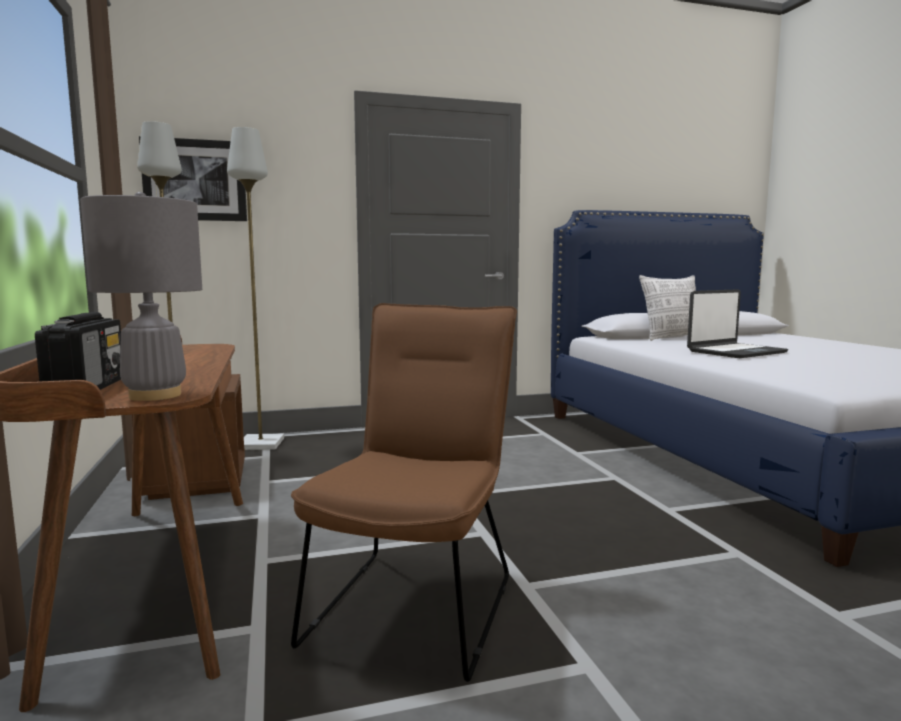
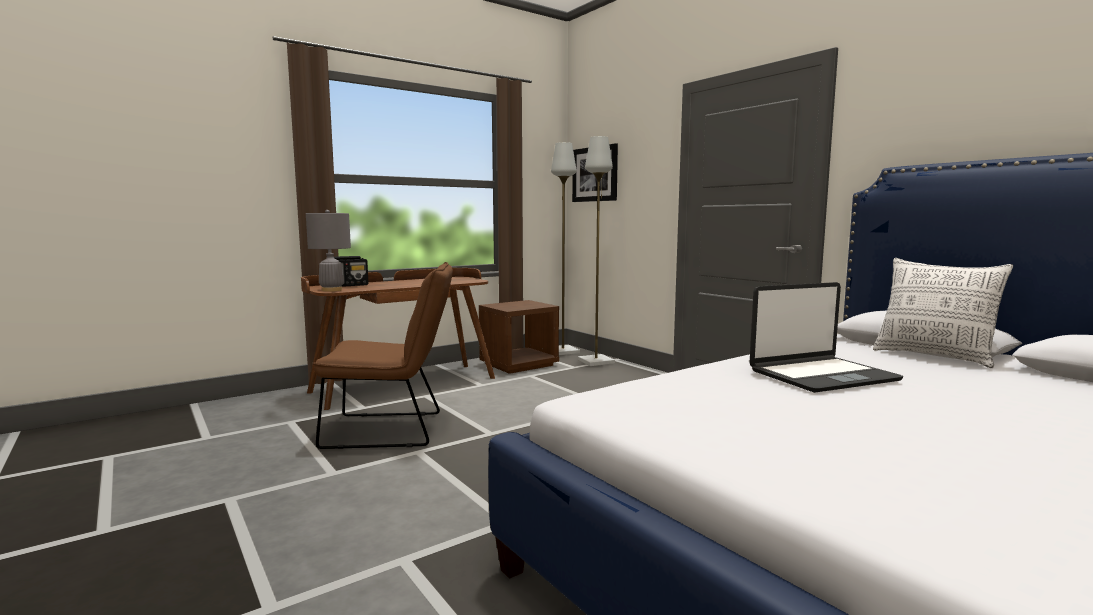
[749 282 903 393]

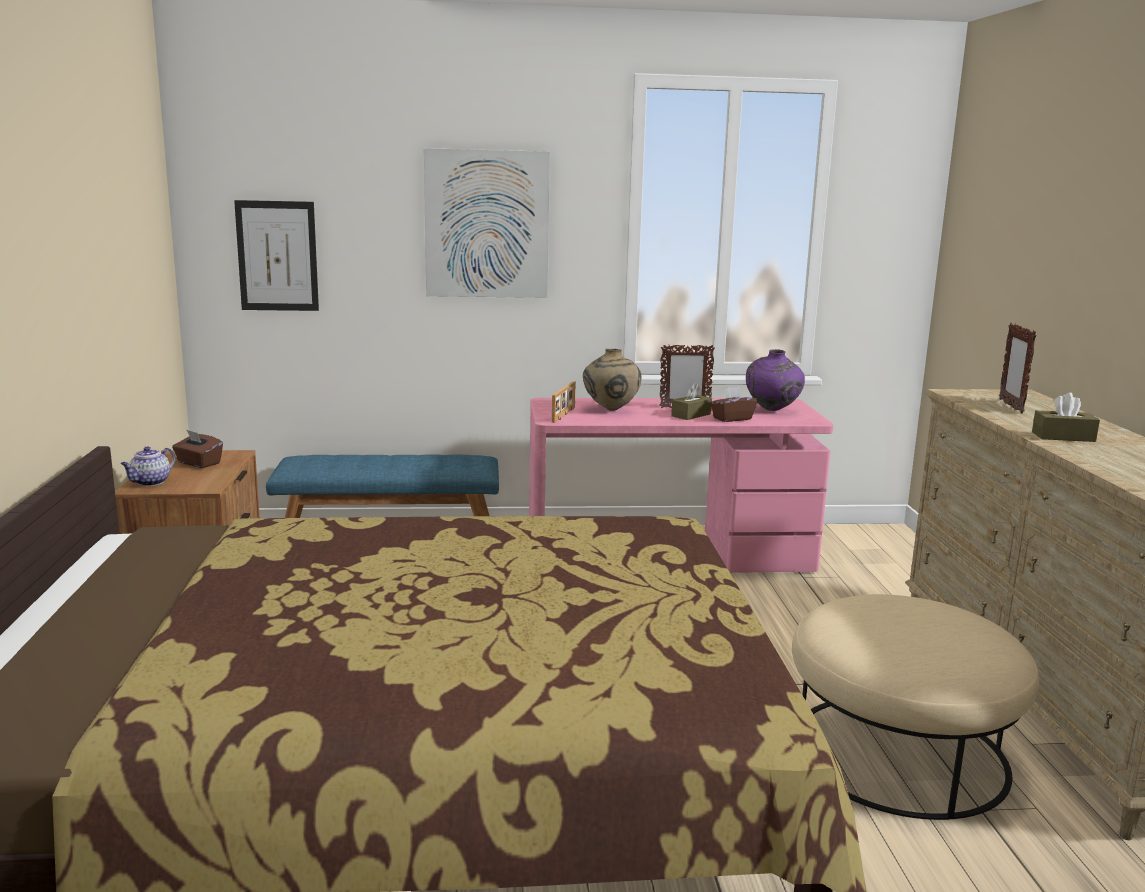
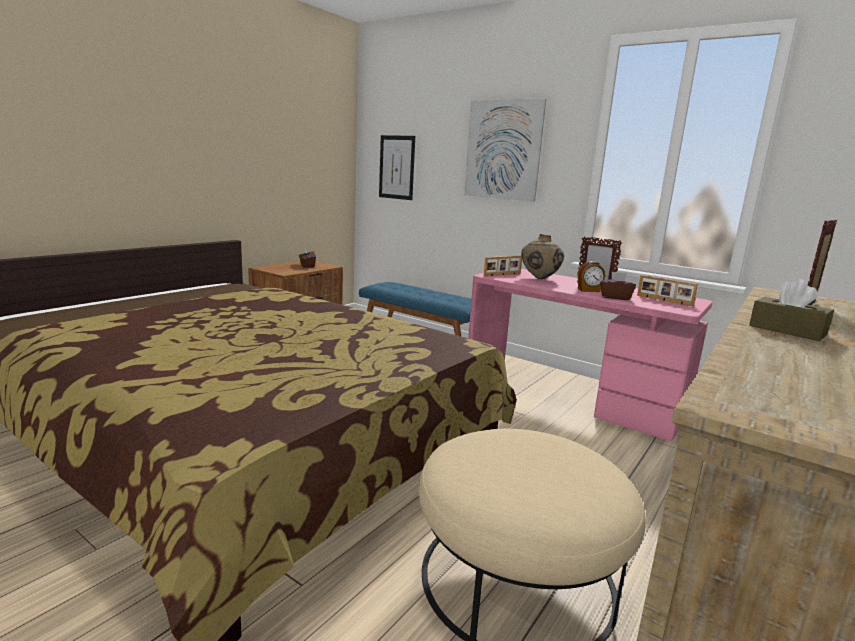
[121 447 176 486] (first image)
[578 261 605 292]
[637 275 698 306]

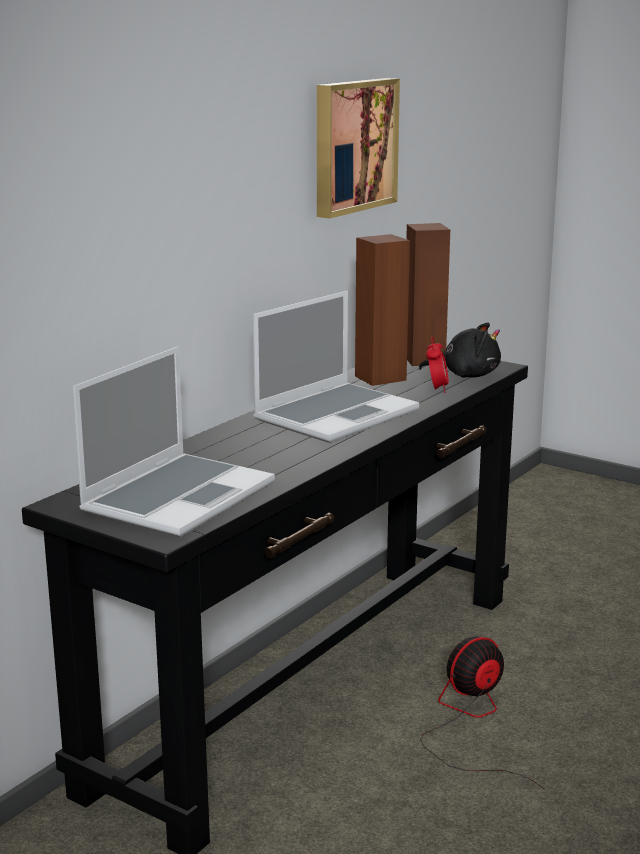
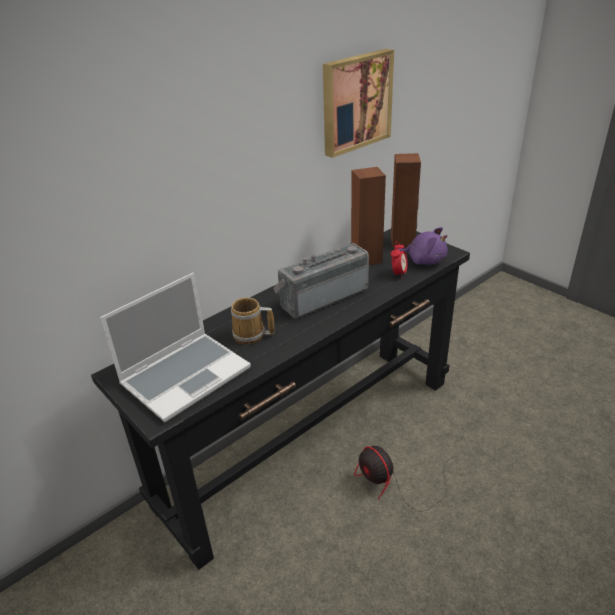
[273 243 369 319]
[398 227 448 265]
[354 446 454 512]
[231 298 274 345]

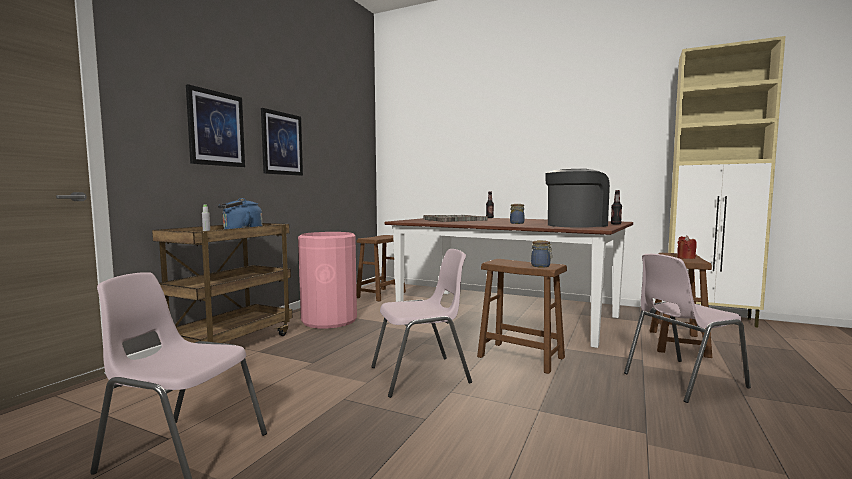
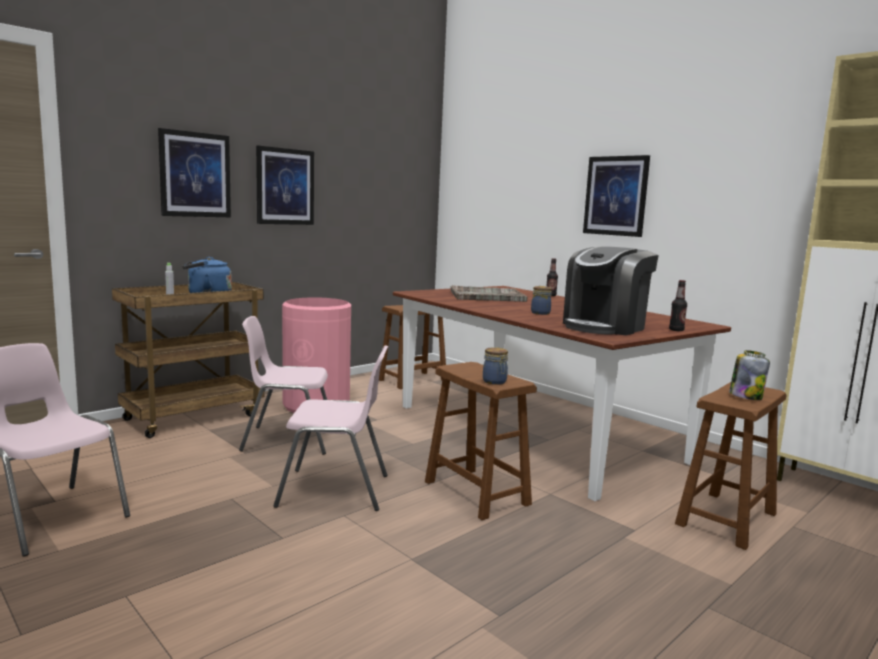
[563 246 659 335]
[239 316 328 455]
[729 350 770 400]
[583 155 650 237]

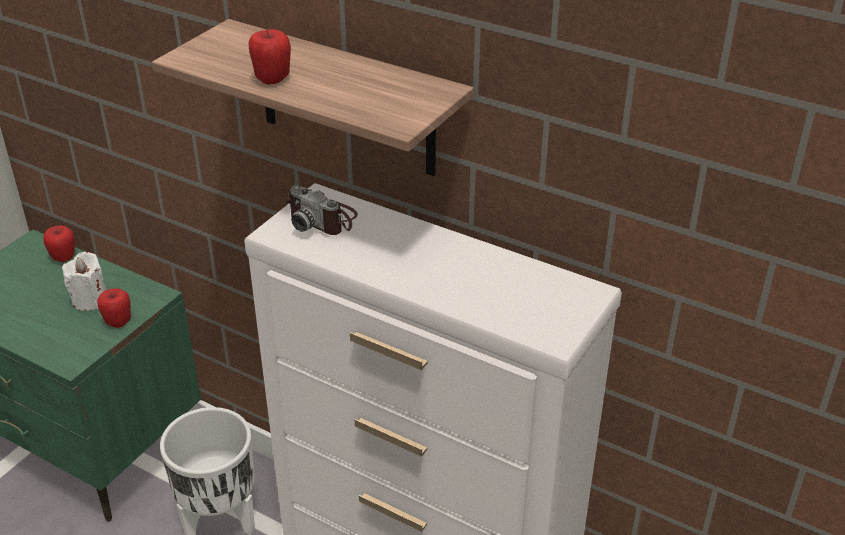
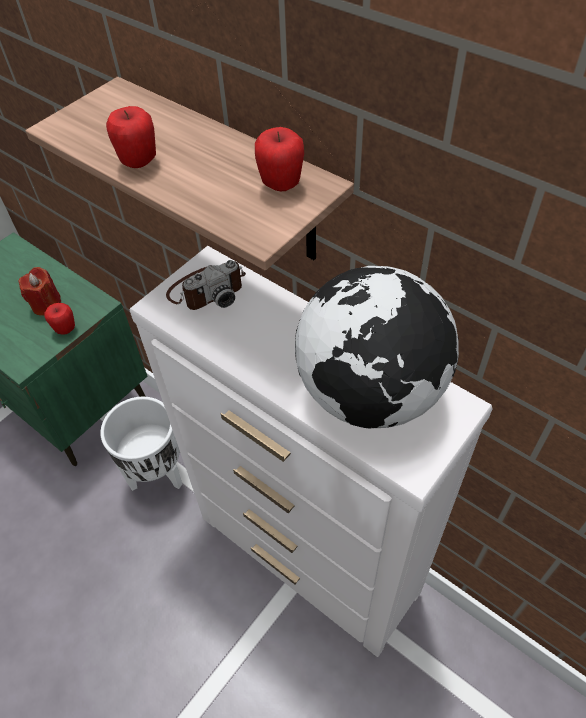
[255 127 304 191]
[18 267 61 316]
[166 260 246 310]
[295 266 459 428]

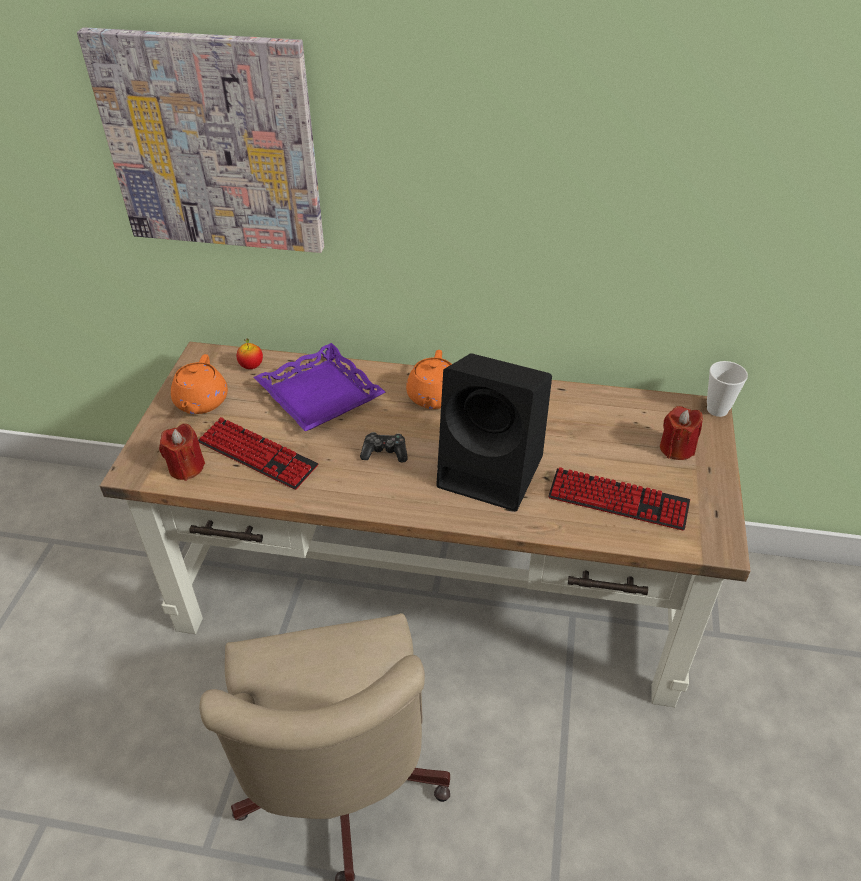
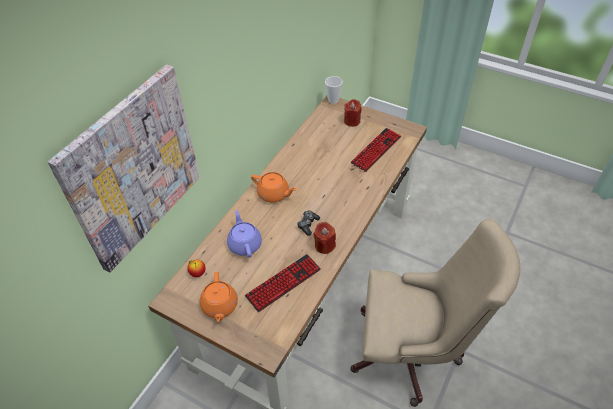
[314 222 336 254]
[200 272 238 322]
[227 210 262 258]
[436 353 552 511] (first image)

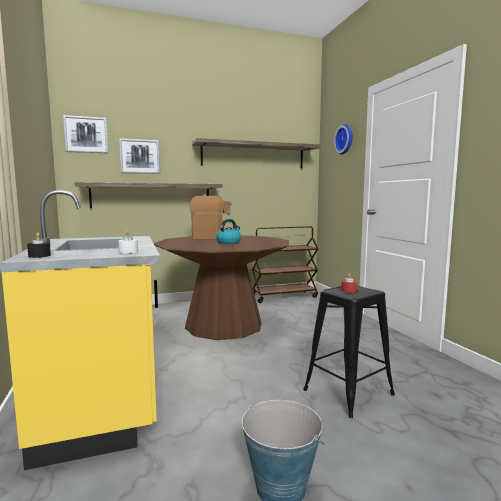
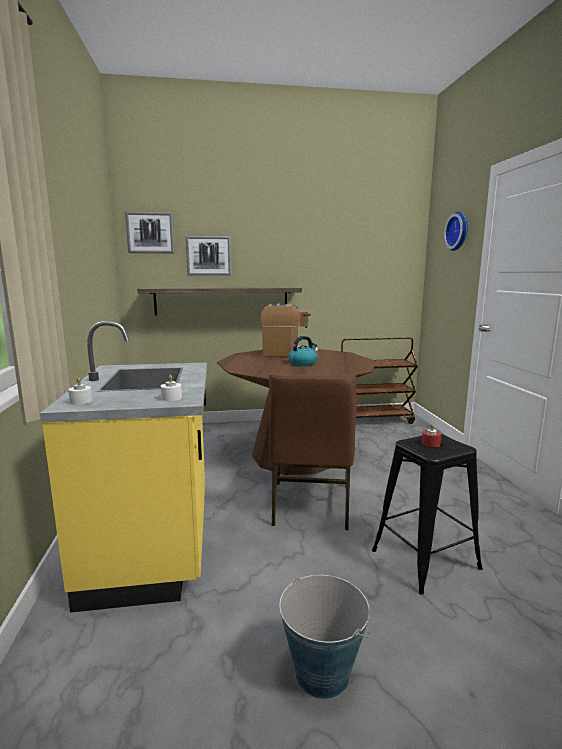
[68 377 92 405]
[192 138 320 168] (first image)
[269 374 357 530]

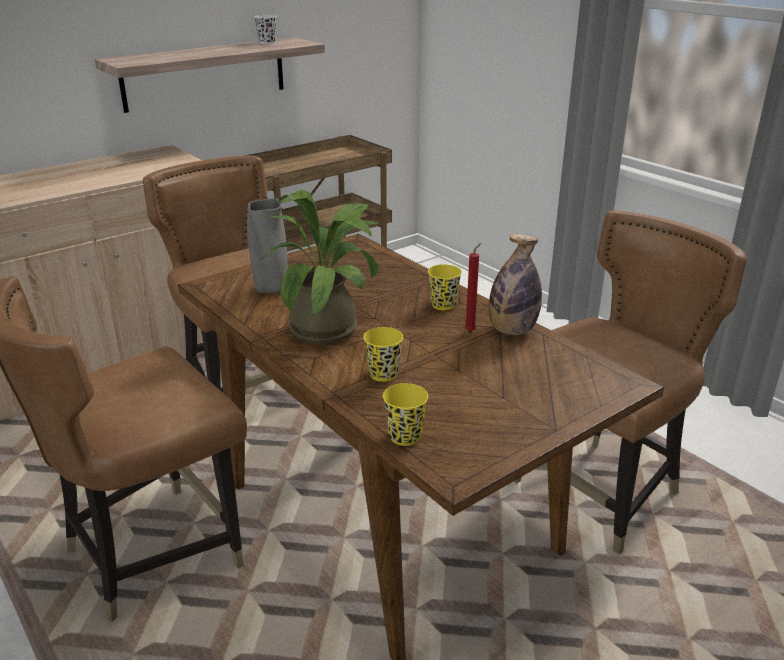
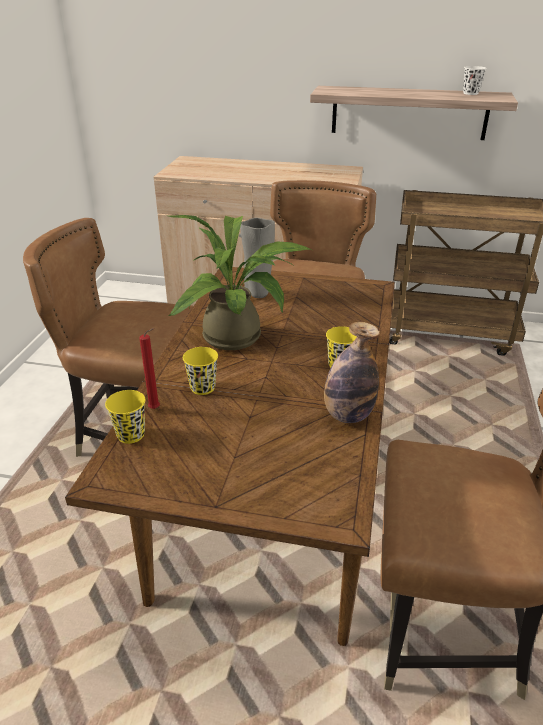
[139 328 160 409]

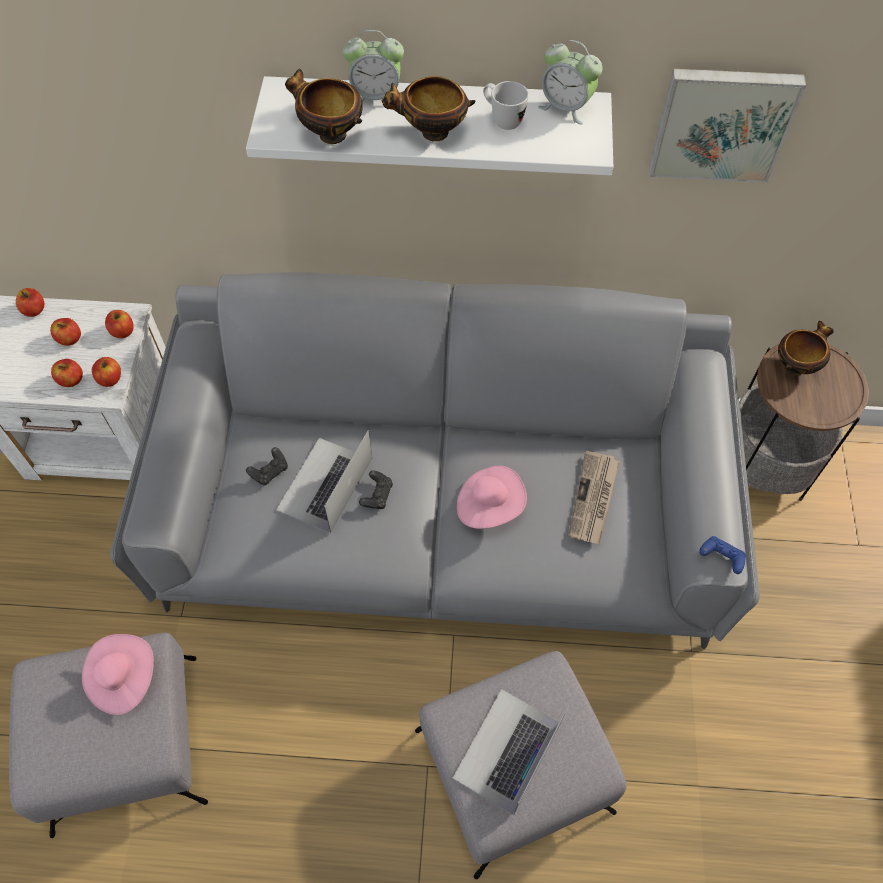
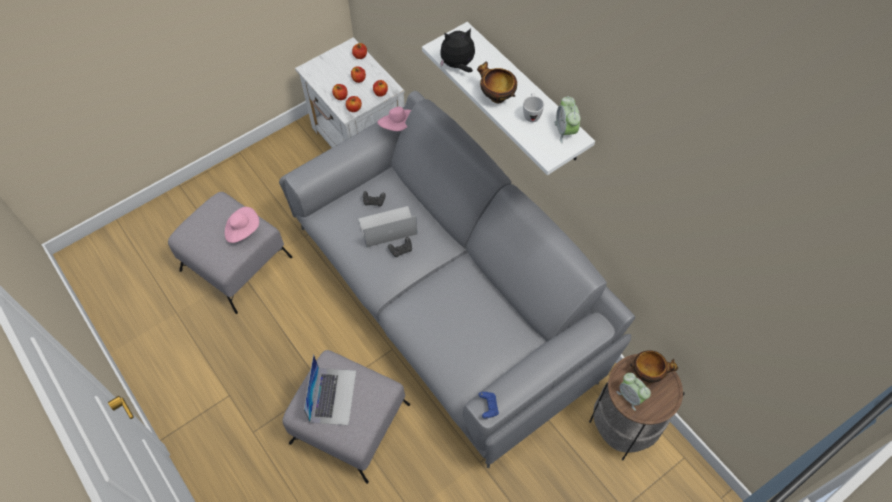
[440 28 475 72]
[616 373 651 411]
[304 354 356 425]
[378 107 411 131]
[568 451 620 544] (first image)
[649 69 806 183] (first image)

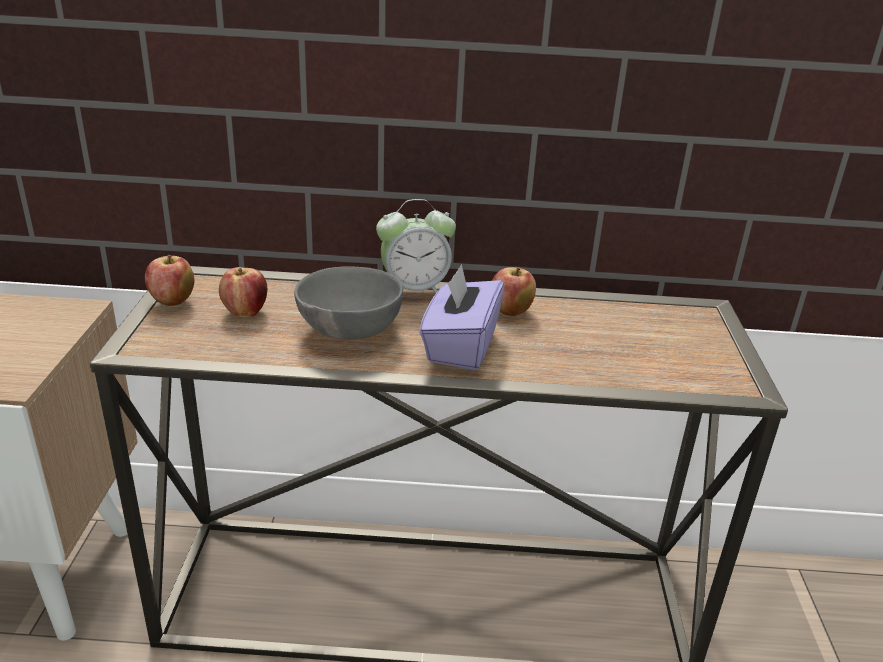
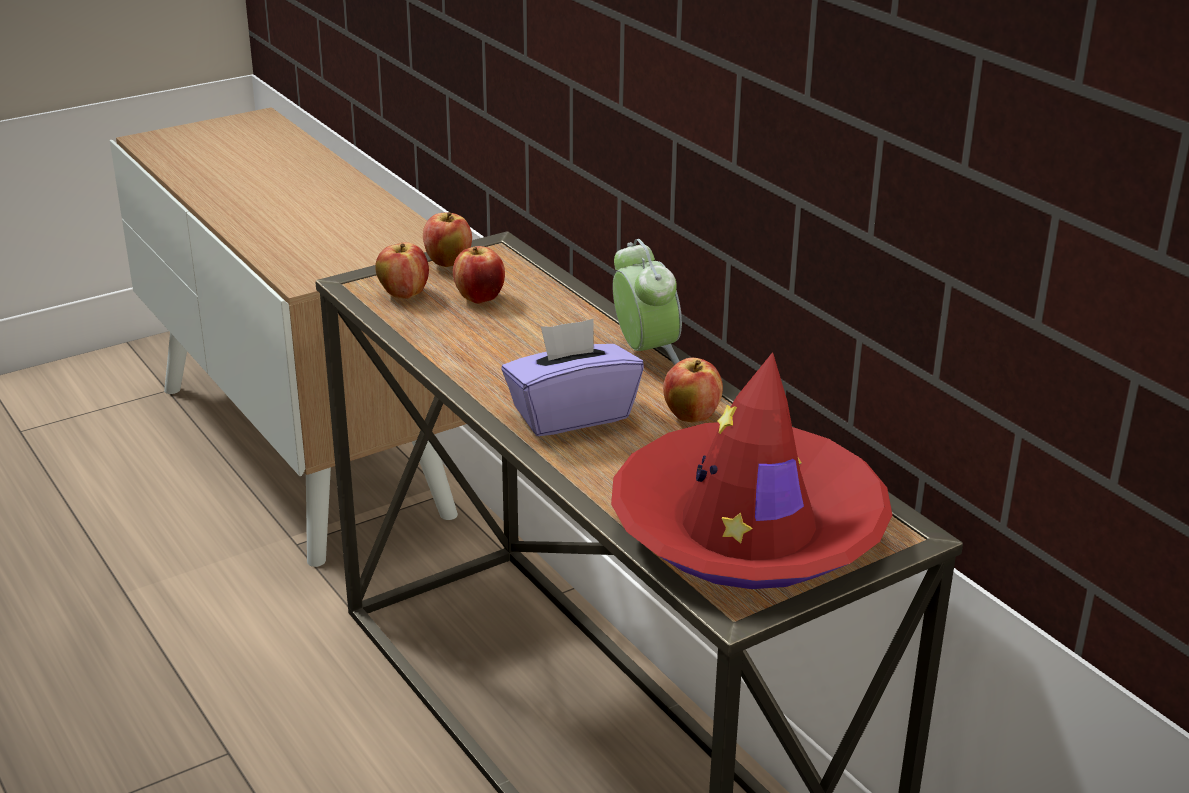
[294 267 403 340] (first image)
[613 239 682 365]
[375 242 429 299]
[611 352 892 589]

